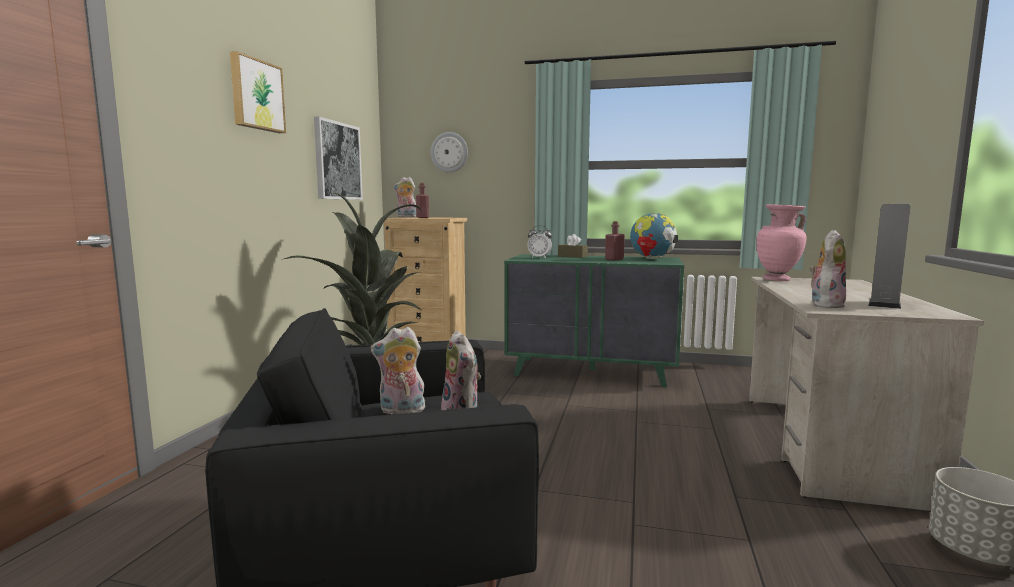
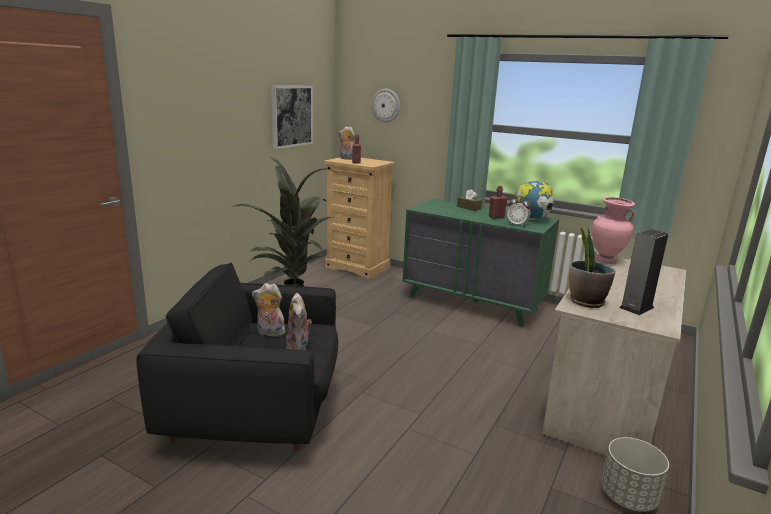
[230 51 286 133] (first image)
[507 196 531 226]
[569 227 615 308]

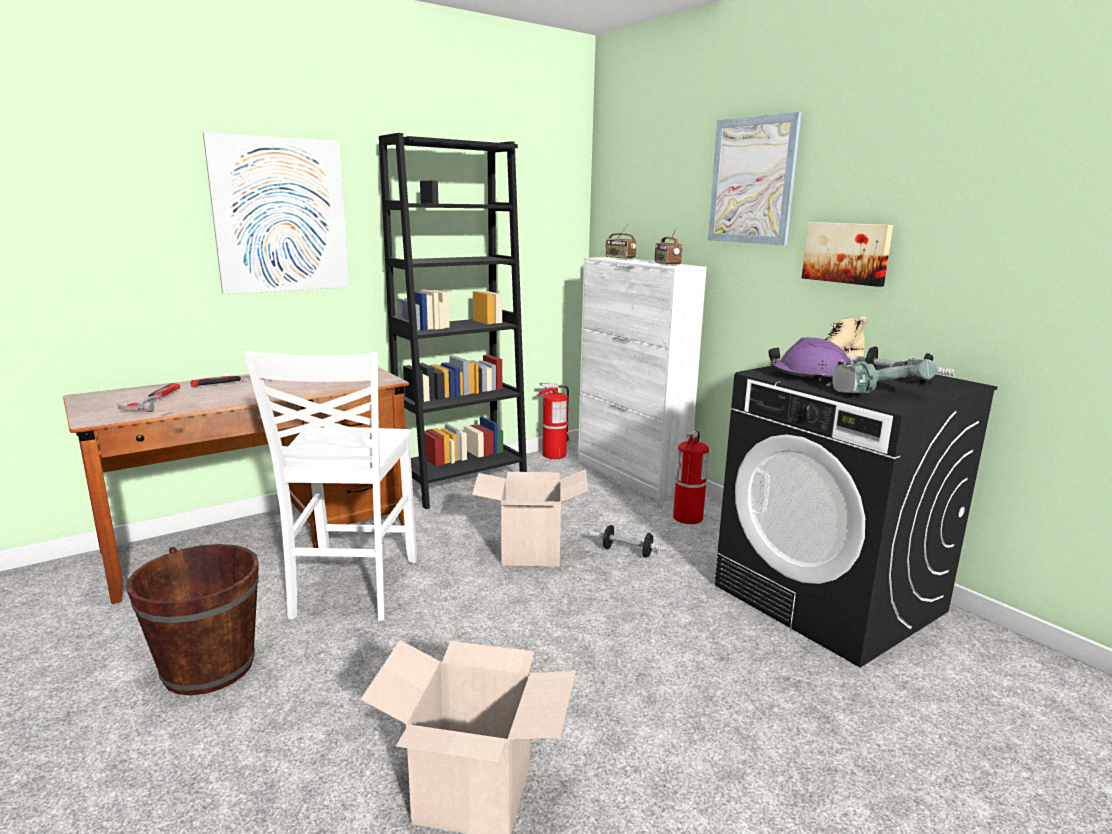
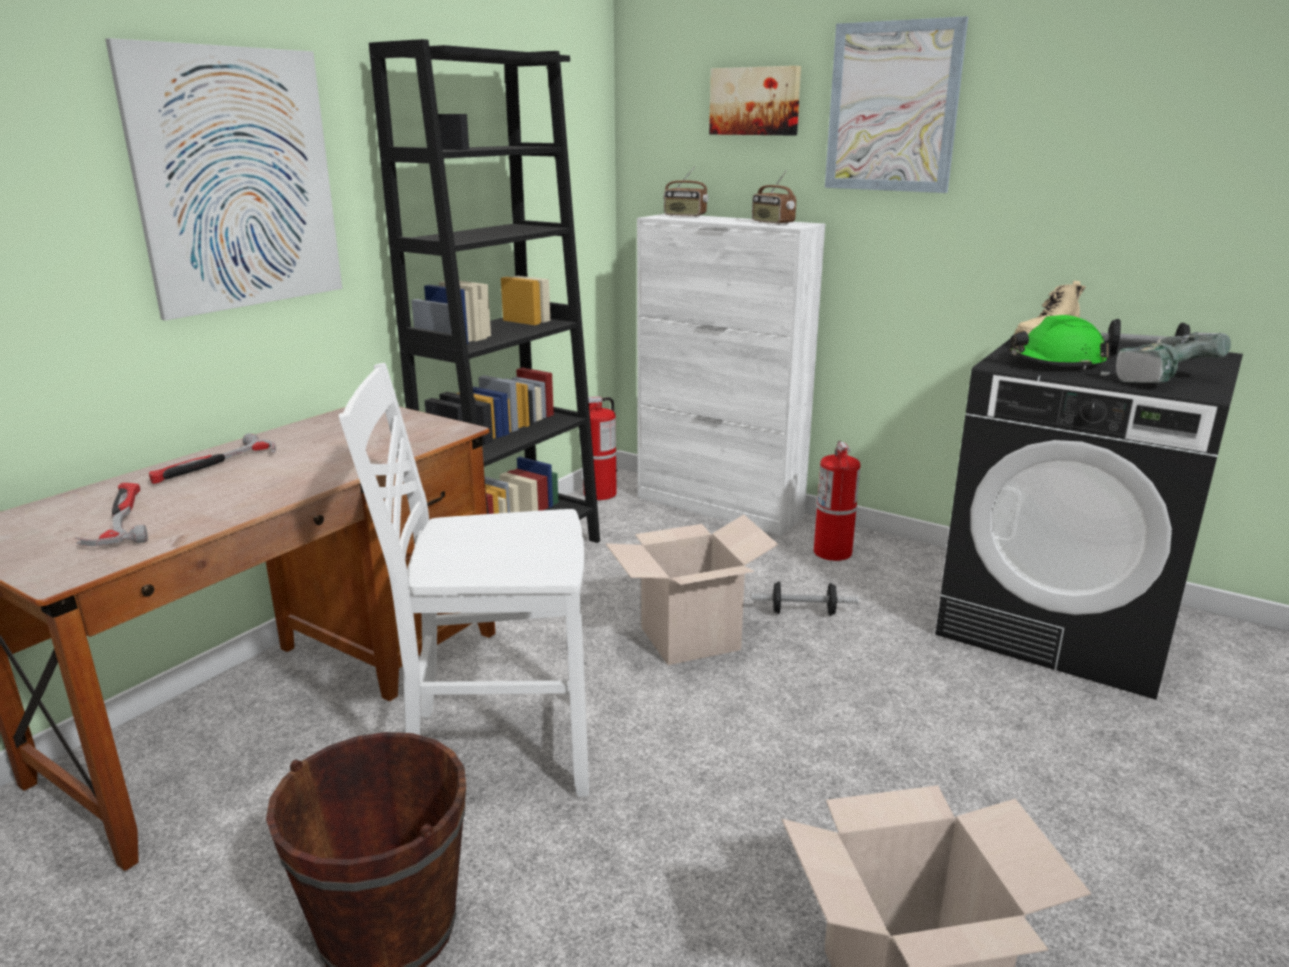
[339 363 589 797]
[1008 315 1110 369]
[709 66 801 135]

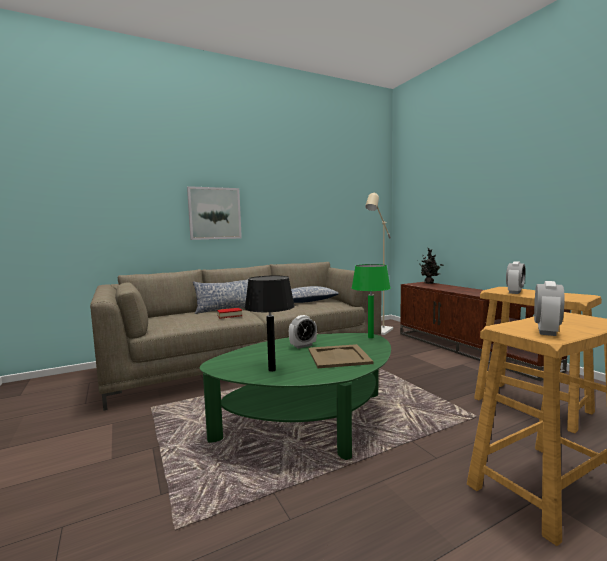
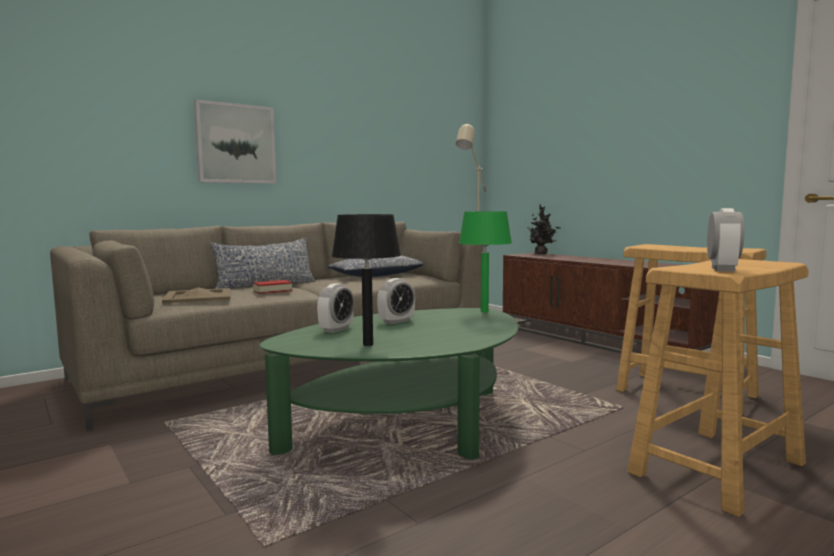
[162 287 230 304]
[317 283 354 333]

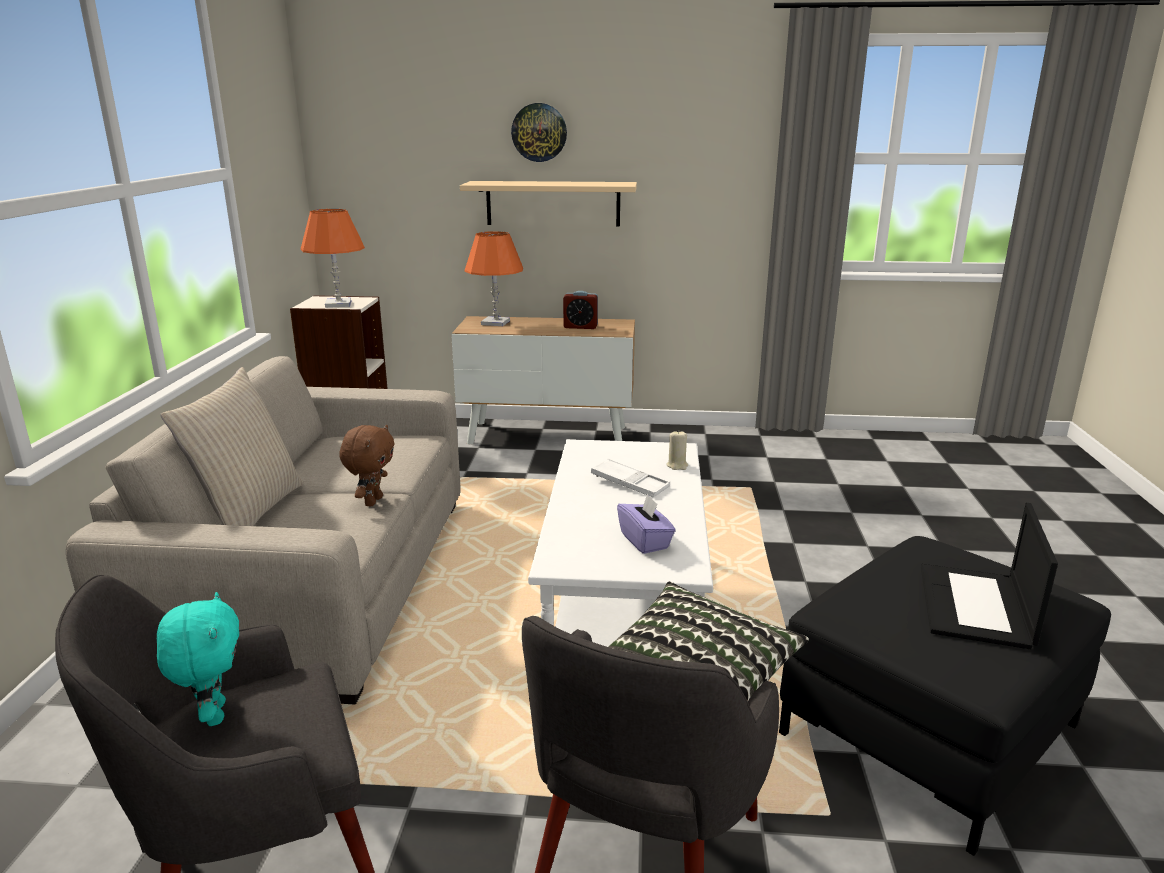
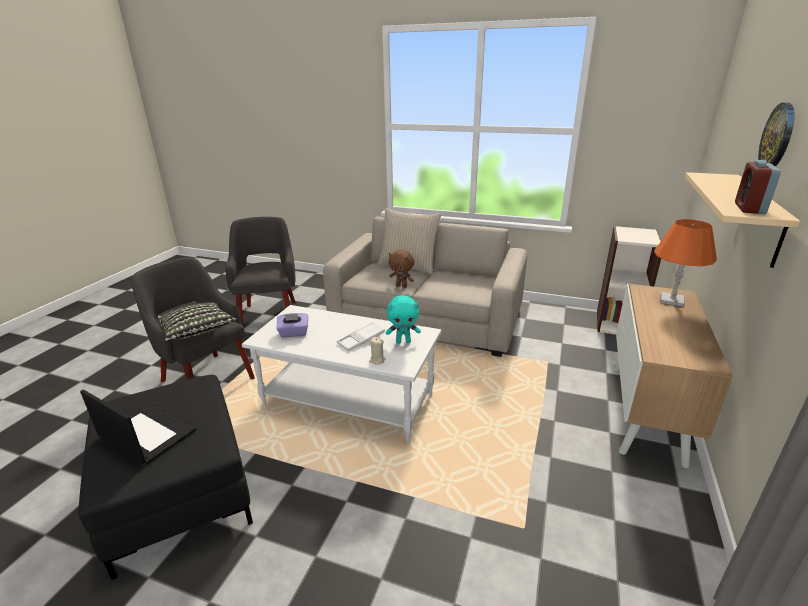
[386 295 421 344]
[301 209 365 308] (first image)
[735 160 781 214]

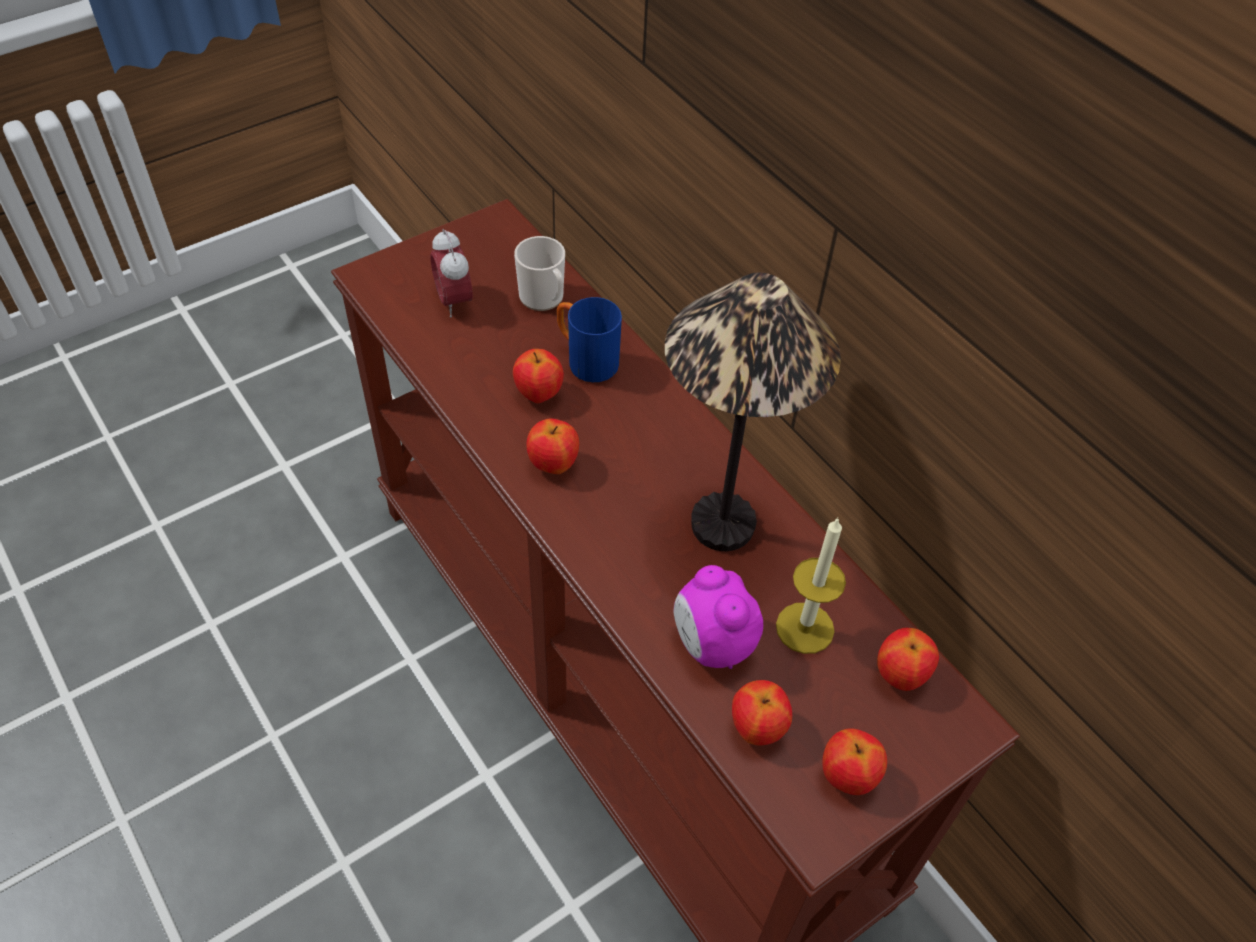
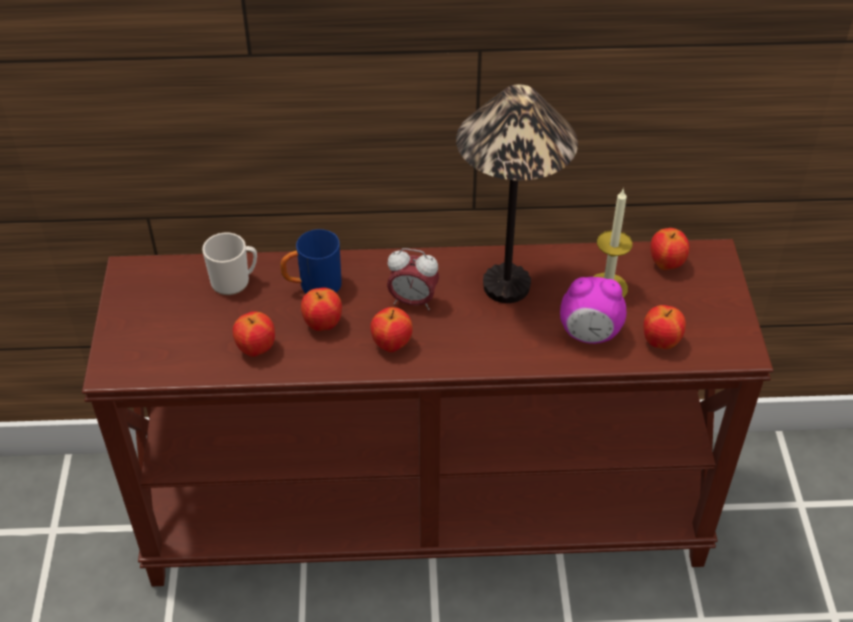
[387 248 439 310]
[233 311 275 357]

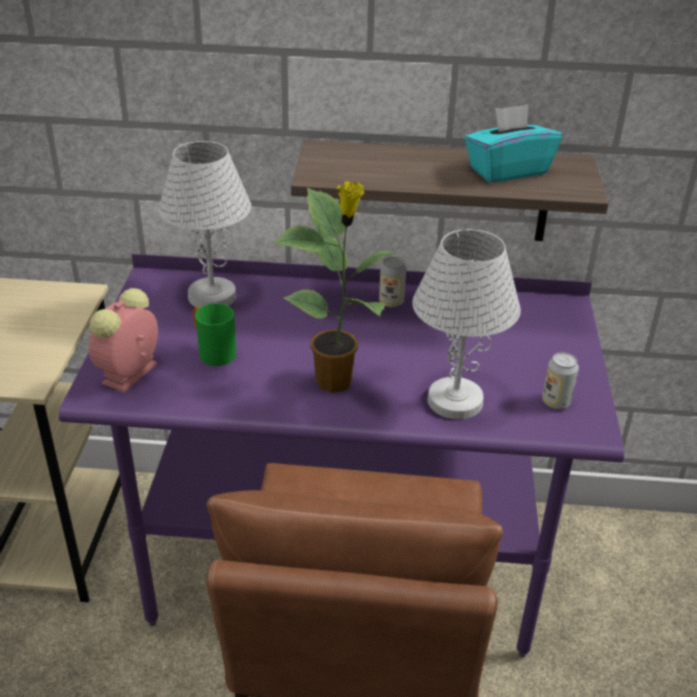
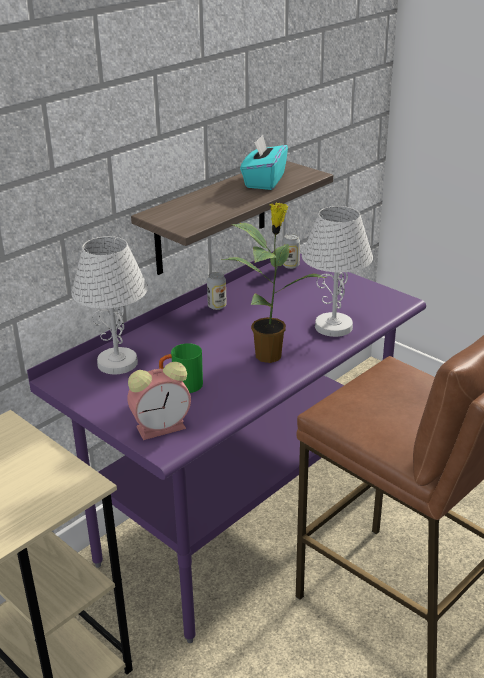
[127 362 191 440]
[282 234 300 269]

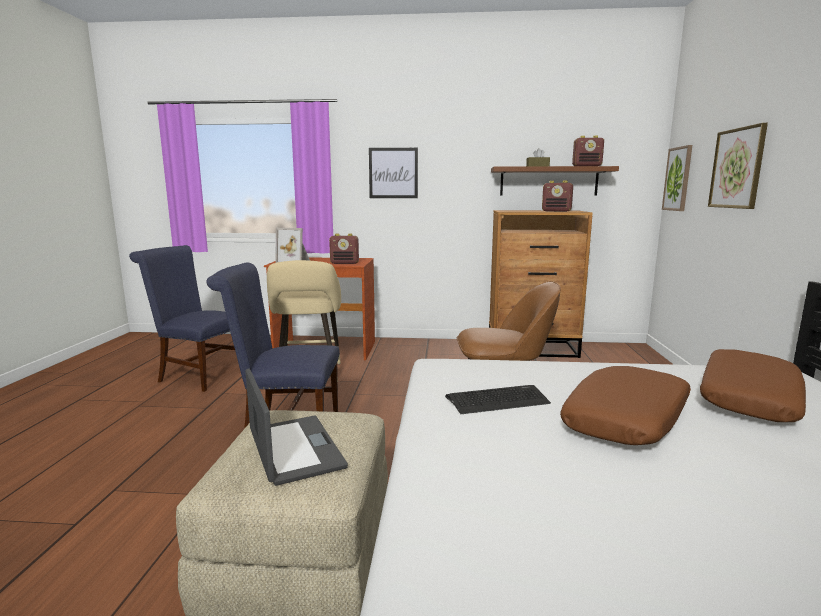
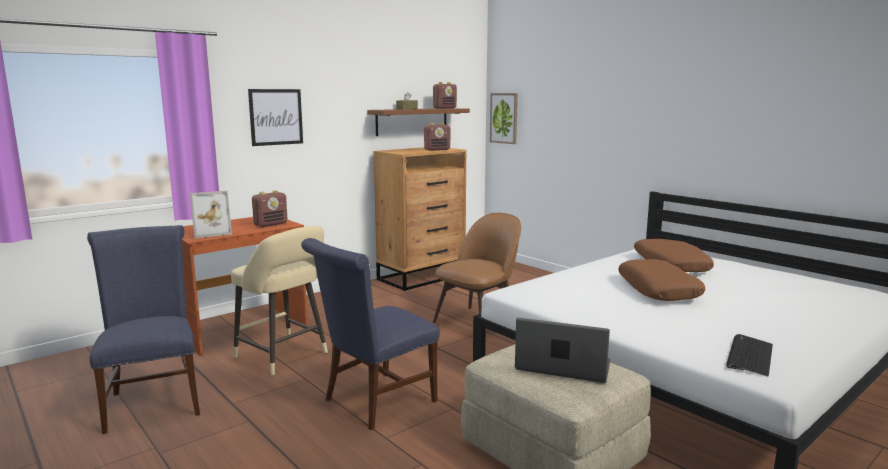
[87 225 200 434]
[726 334 773 376]
[708 123 768 209] (first image)

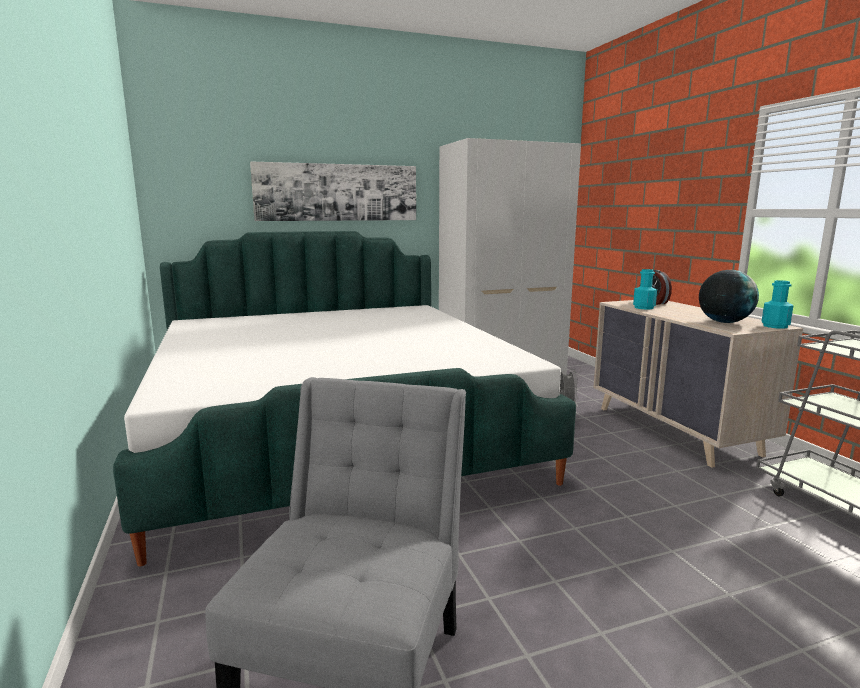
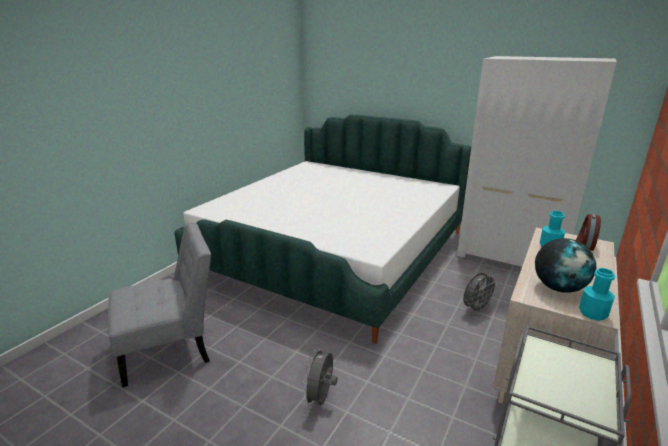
[250 161 416 221] (first image)
[302 347 338 405]

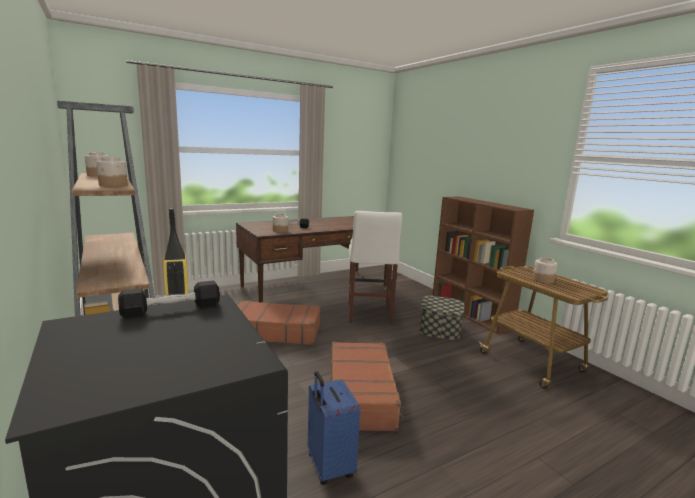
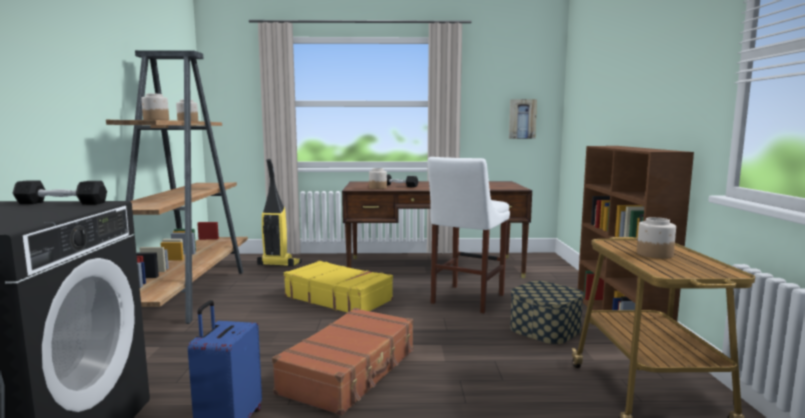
[284 261 393 312]
[509 99 537 139]

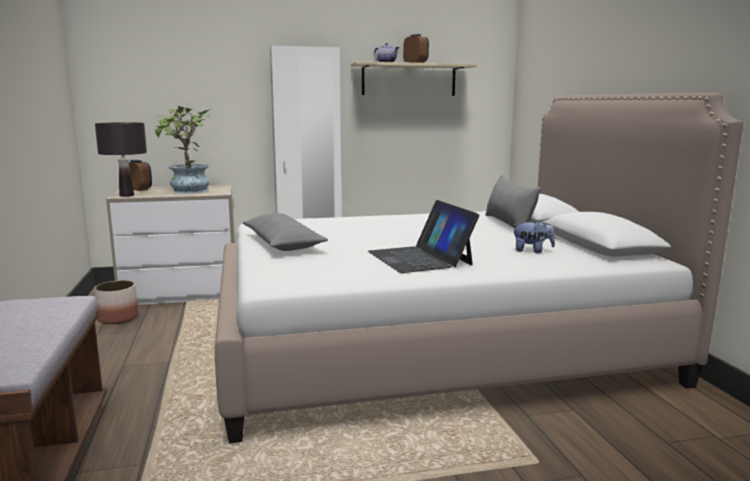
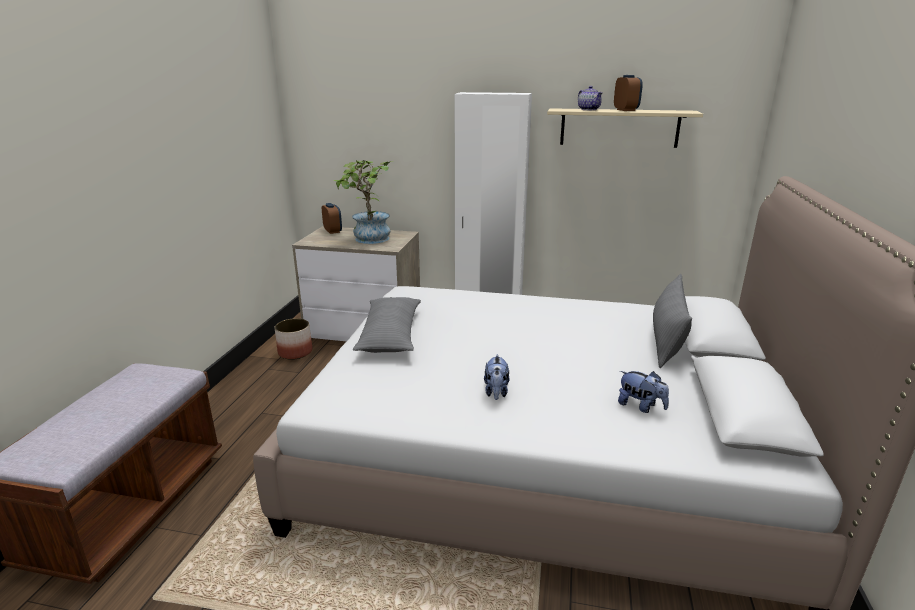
[95 122 147 197] (first image)
[484 354 510 400]

